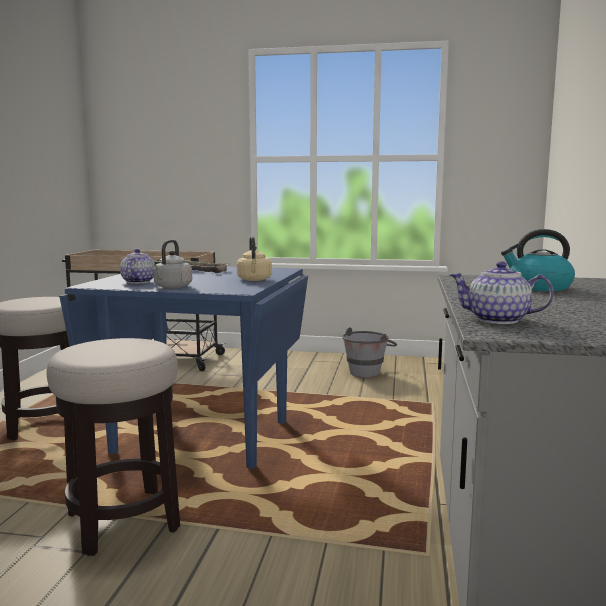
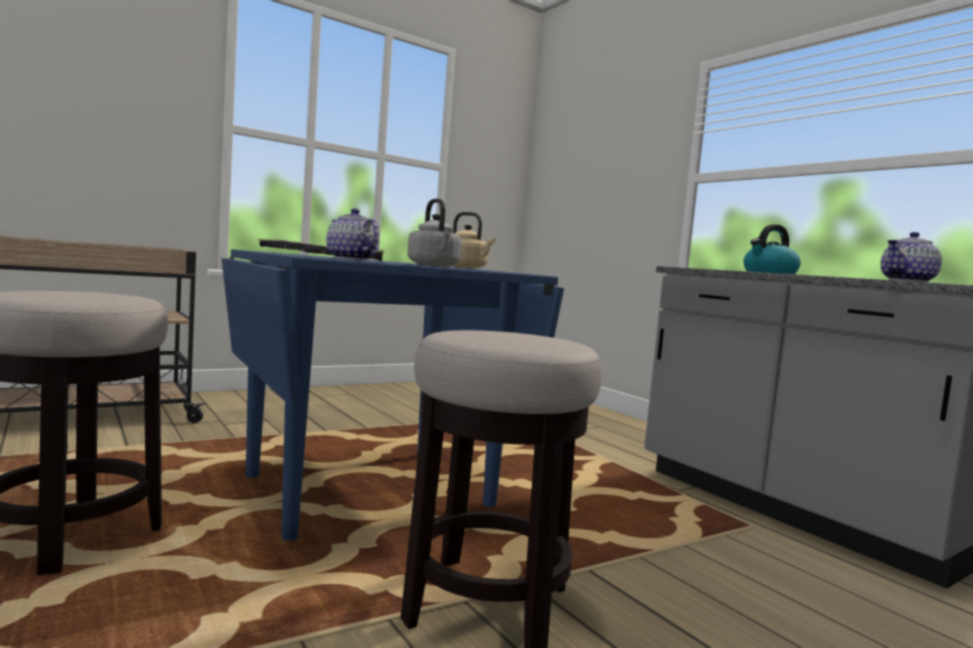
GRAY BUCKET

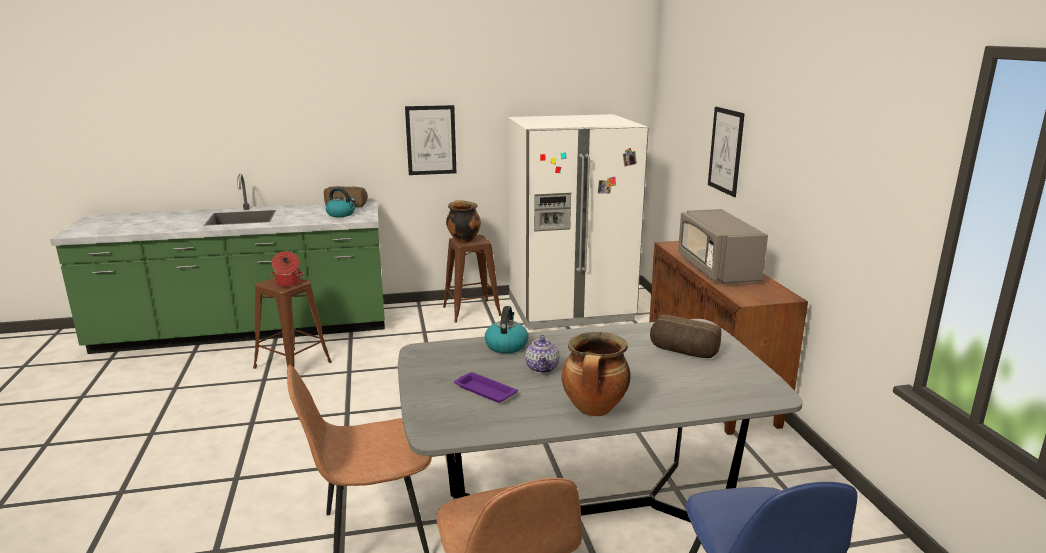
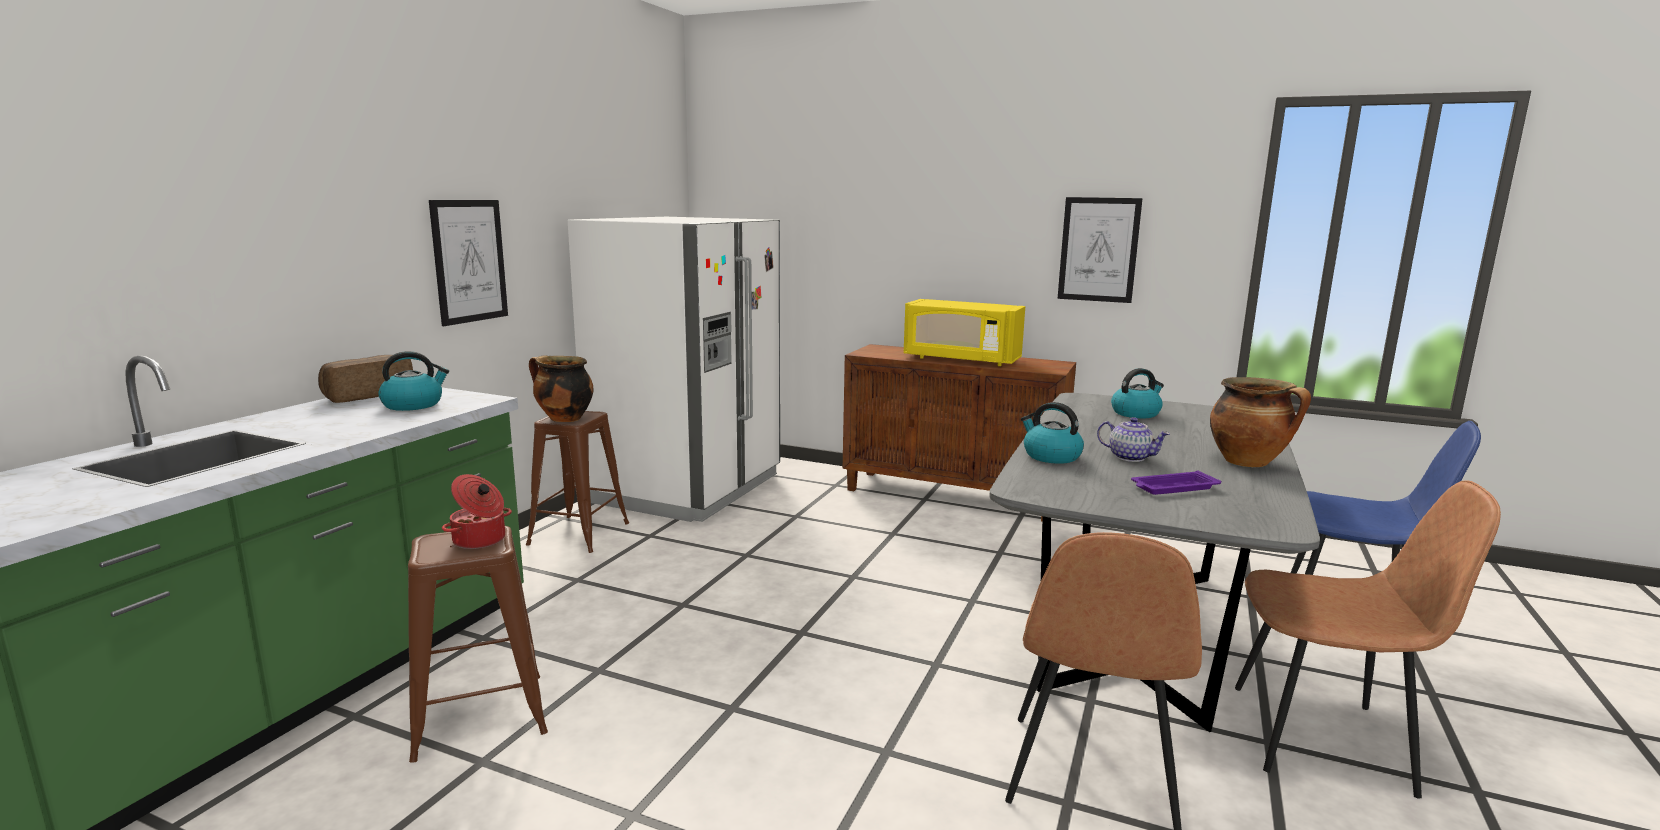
WALL PICTURE (no. 2 from left)
YELLOW KITCHEN MICROWAVE
WATER KETTLE (no. 3 from left)

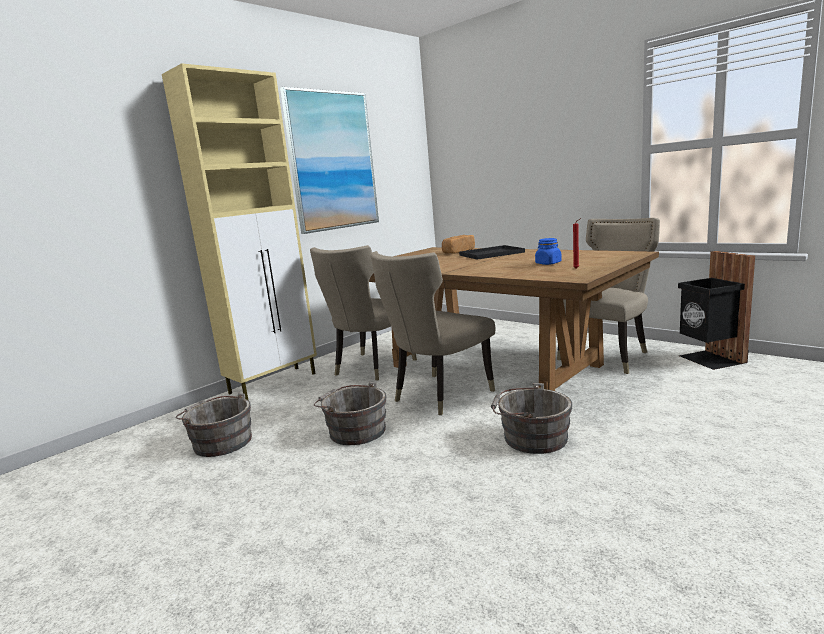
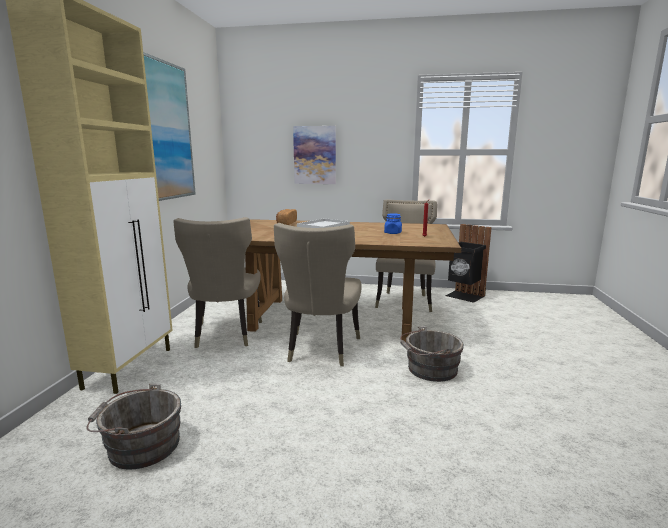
WHITE CARRYING TRAY
GRAY BUCKET (no. 2 from left in the first image)
WALL PICTURE (no. 2 from left)

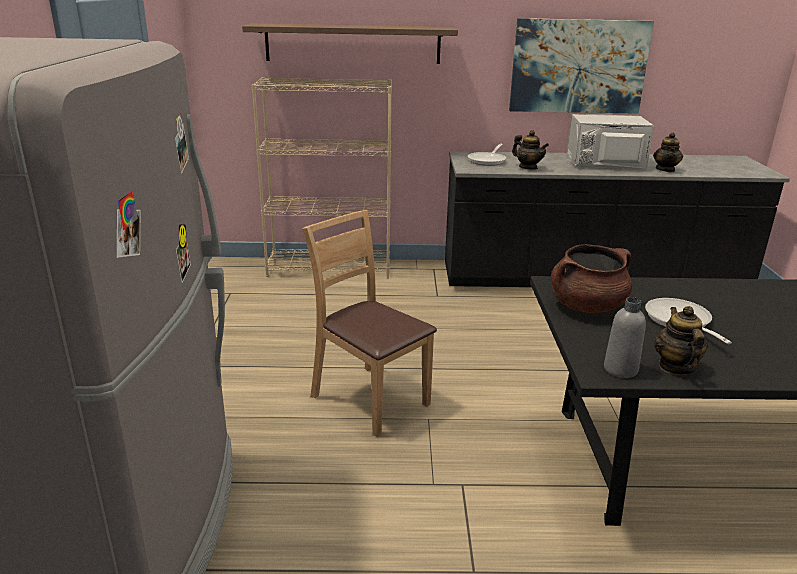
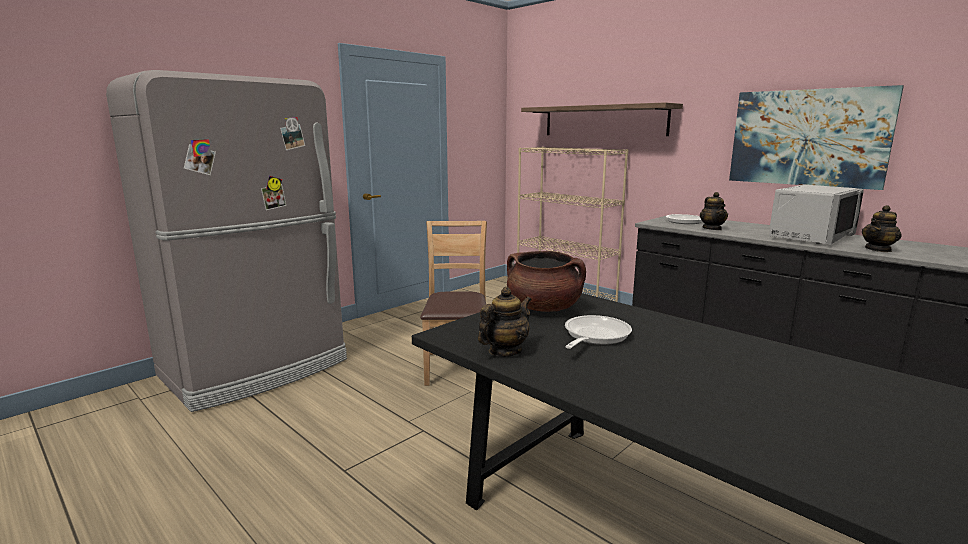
GRAY KITCHEN MICROWAVE
GRAY DRINK BOTTLE

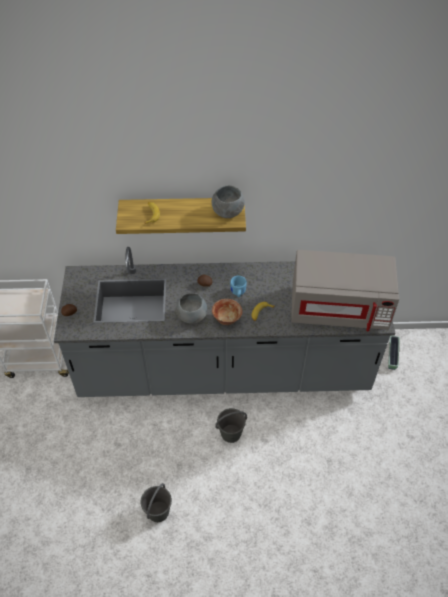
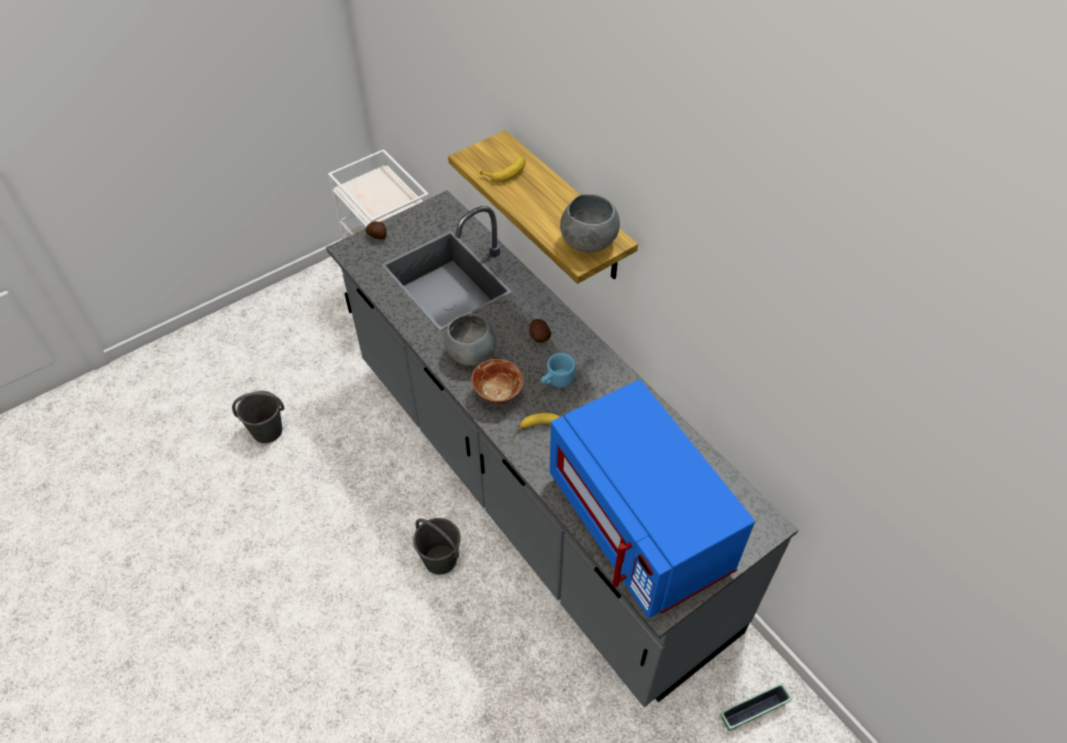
BLUE KITCHEN MICROWAVE
GRAY BUCKET (no. 1 from left)

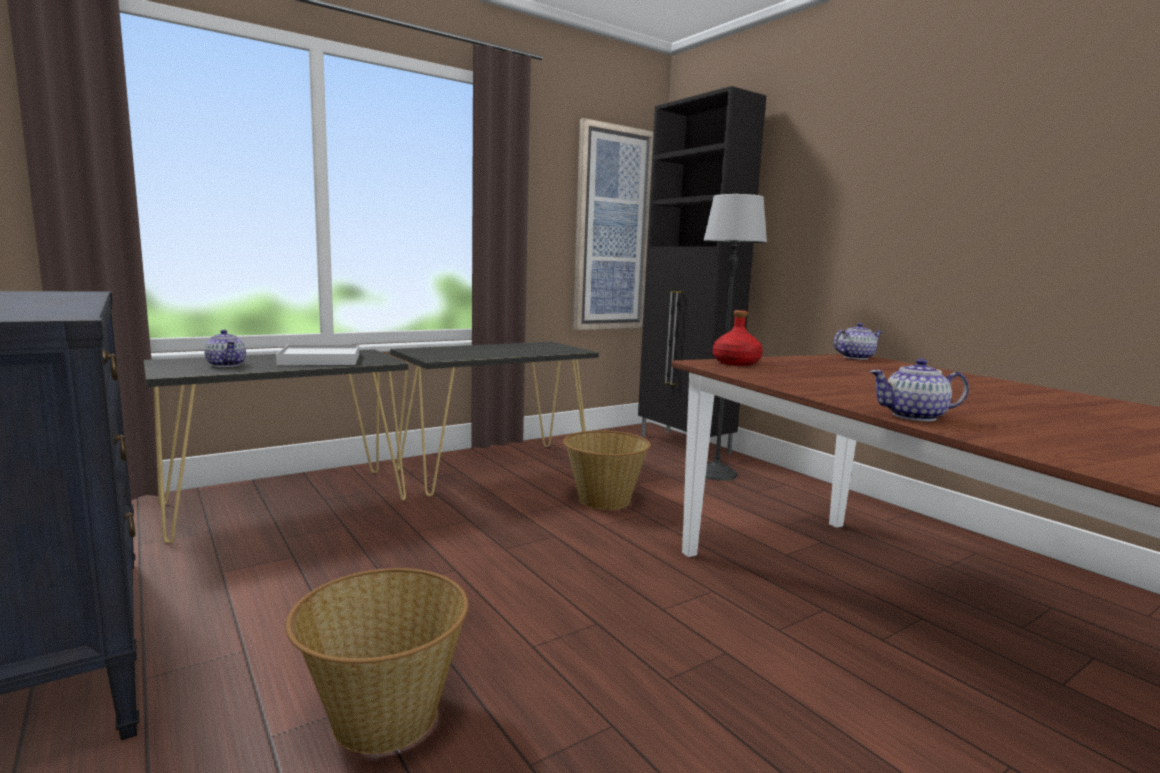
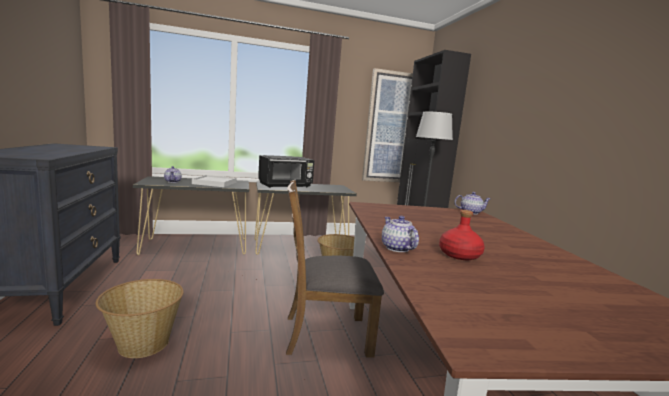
REDDISH DRINK BOTTLE
TEAPOT (no. 2 from left)
BLACK-COLOURED KITCHEN MICROWAVE
BROWNISH UPRIGHT CHAIR

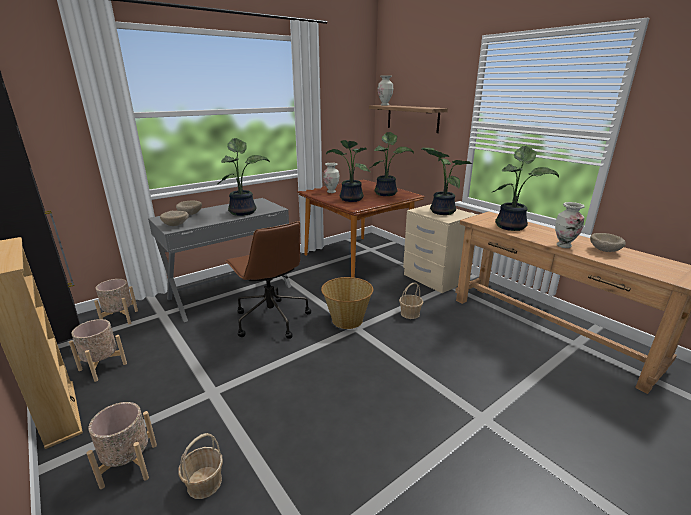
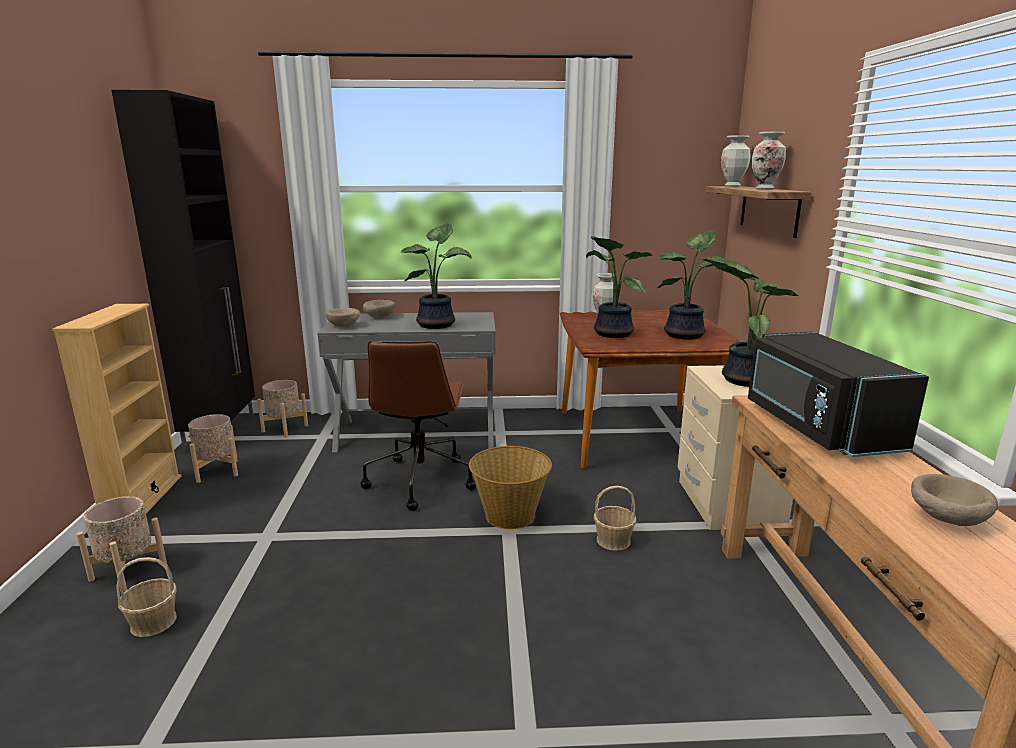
BLACK-COLOURED KITCHEN MICROWAVE
DECORATIVE VASE (no. 3 from left)

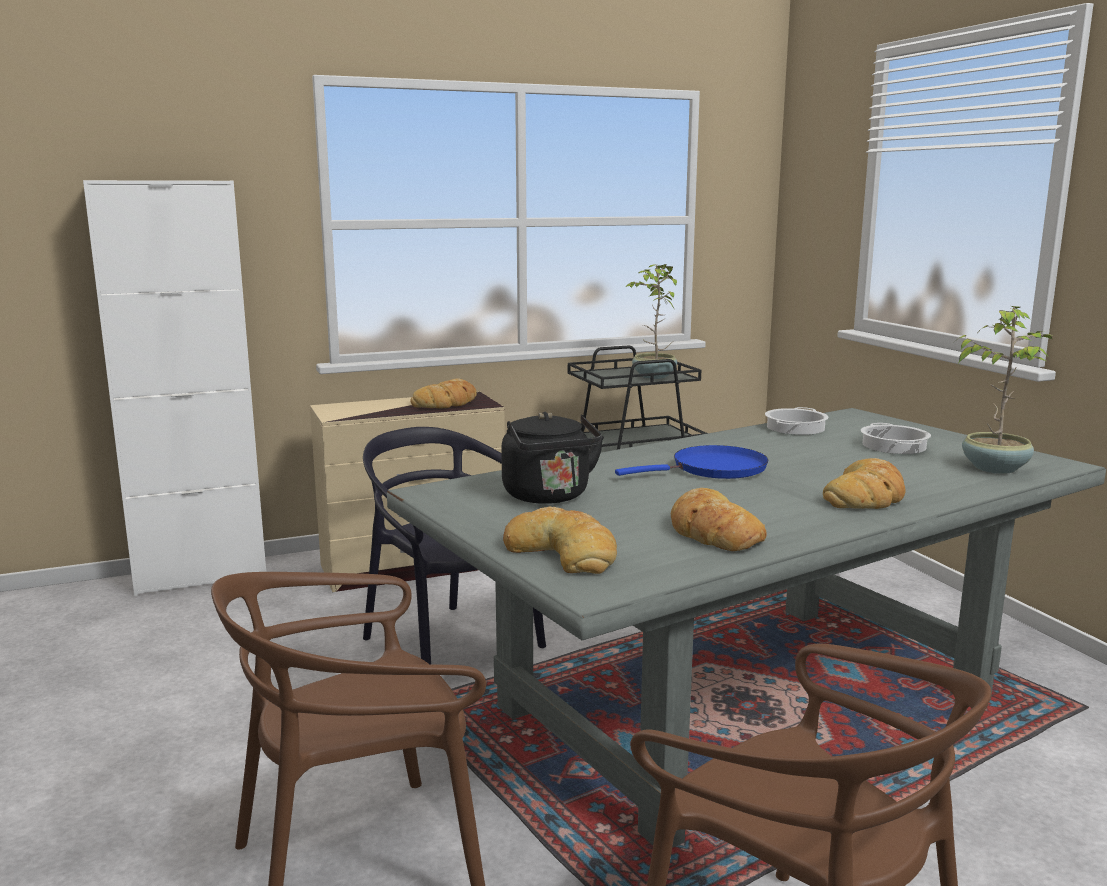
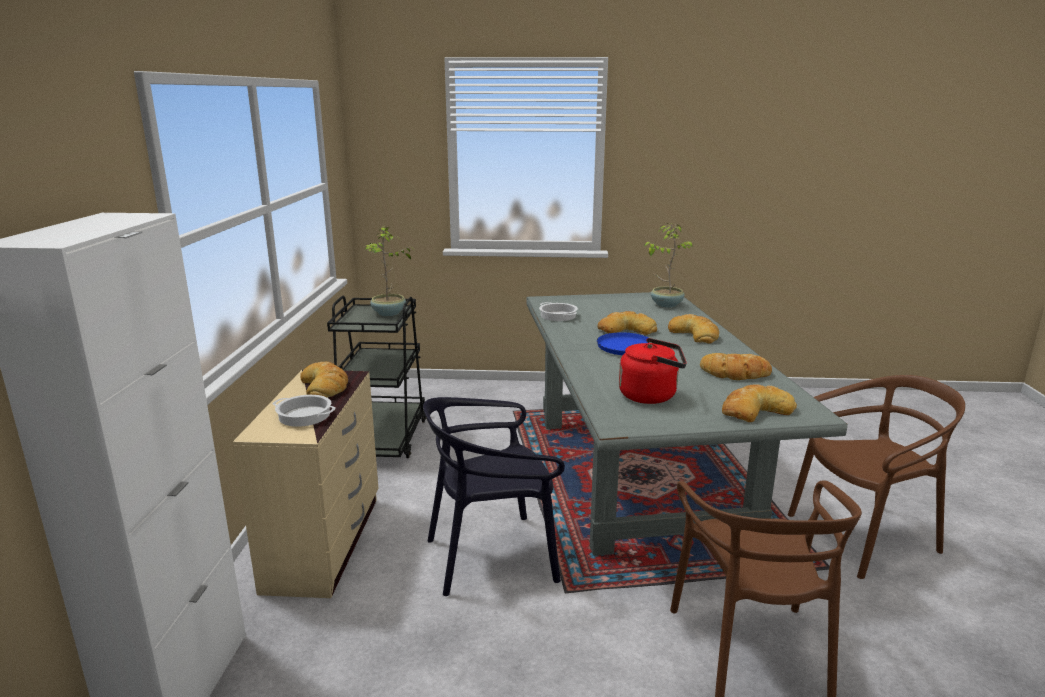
REDDISH WATER KETTLE
STOCKPOT (no. 1 from left)
BREAD (no. 2 from left)

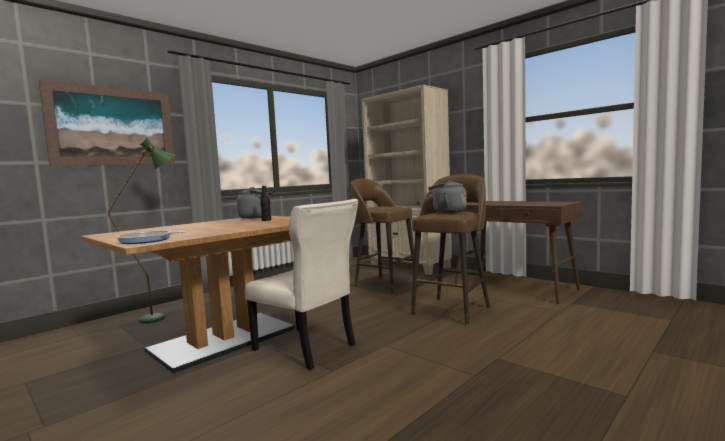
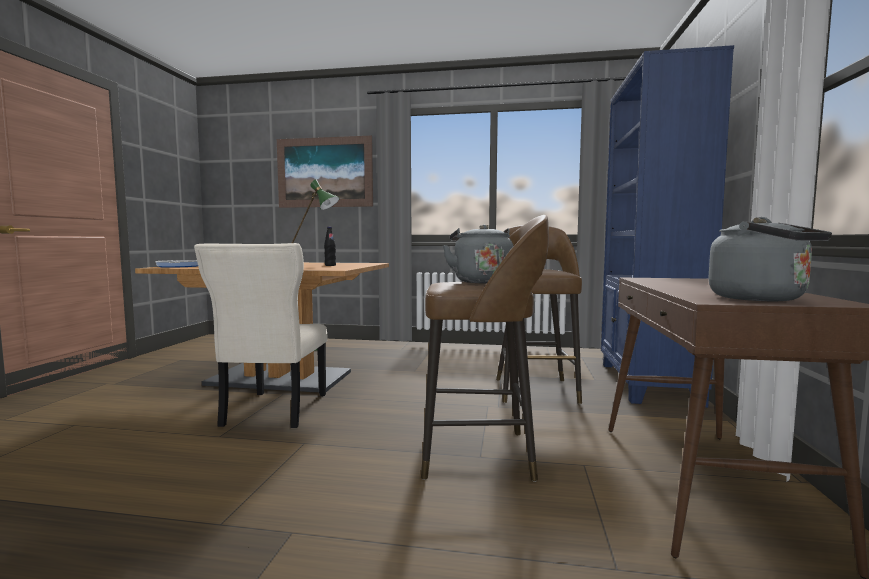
BLUE BOOKSHELF
GRAY WATER KETTLE (no. 2 from left)

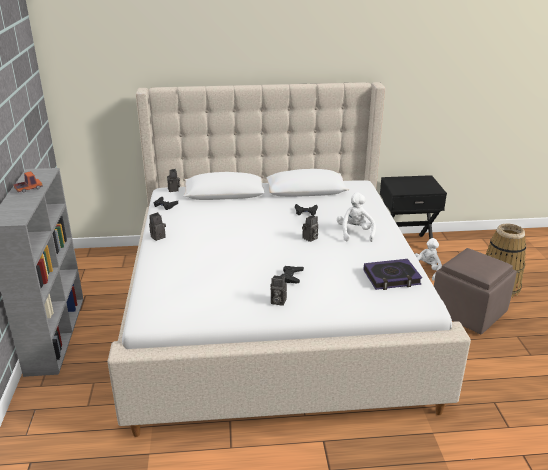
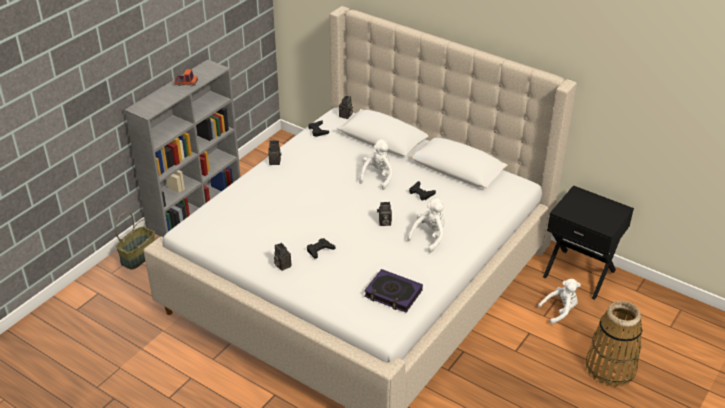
BROWNISH OTTOMAN
WHITE SOFT TOY (no. 1 from left)
STORAGE BASKET (no. 1 from left)

